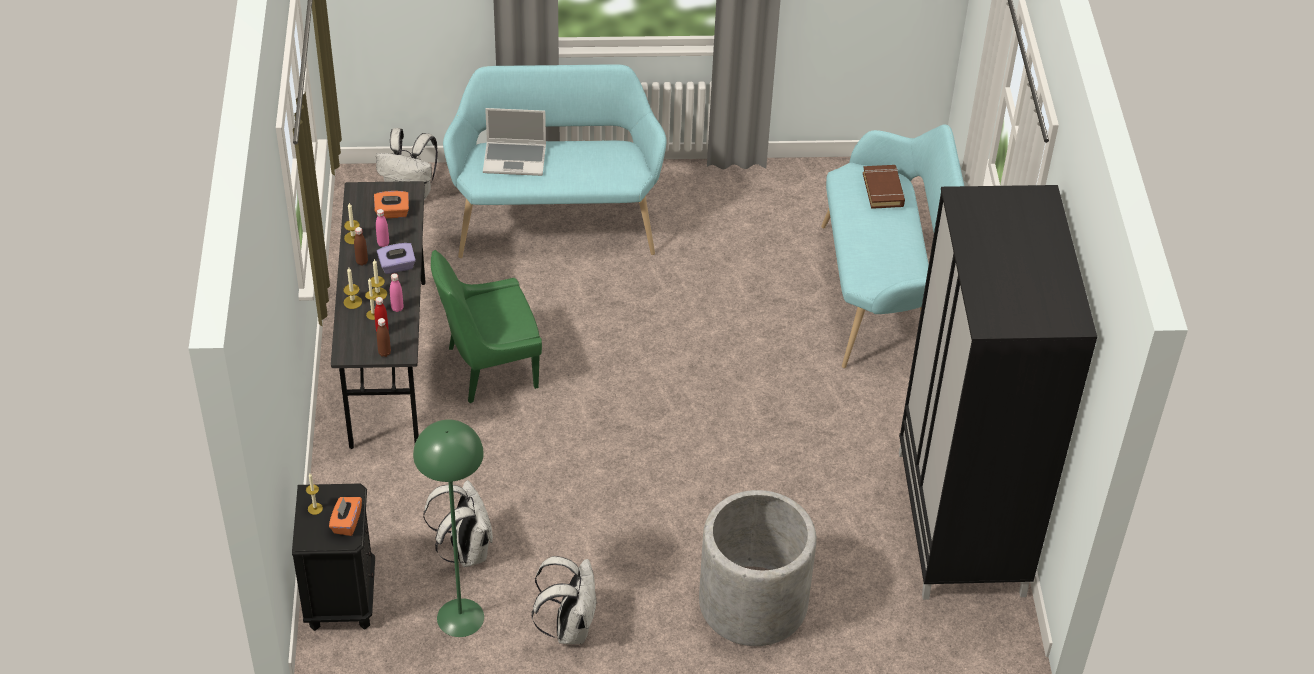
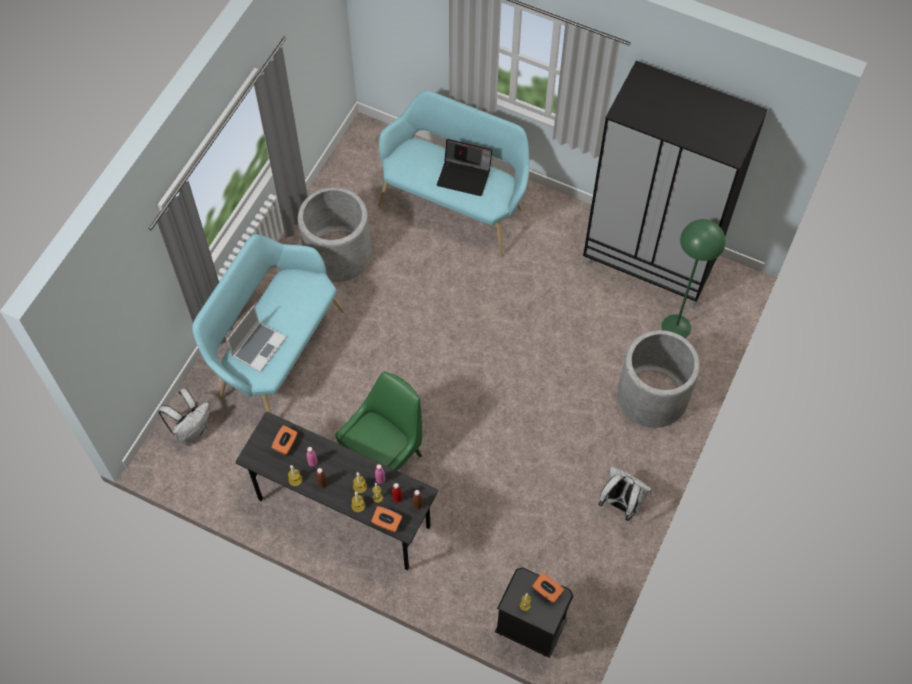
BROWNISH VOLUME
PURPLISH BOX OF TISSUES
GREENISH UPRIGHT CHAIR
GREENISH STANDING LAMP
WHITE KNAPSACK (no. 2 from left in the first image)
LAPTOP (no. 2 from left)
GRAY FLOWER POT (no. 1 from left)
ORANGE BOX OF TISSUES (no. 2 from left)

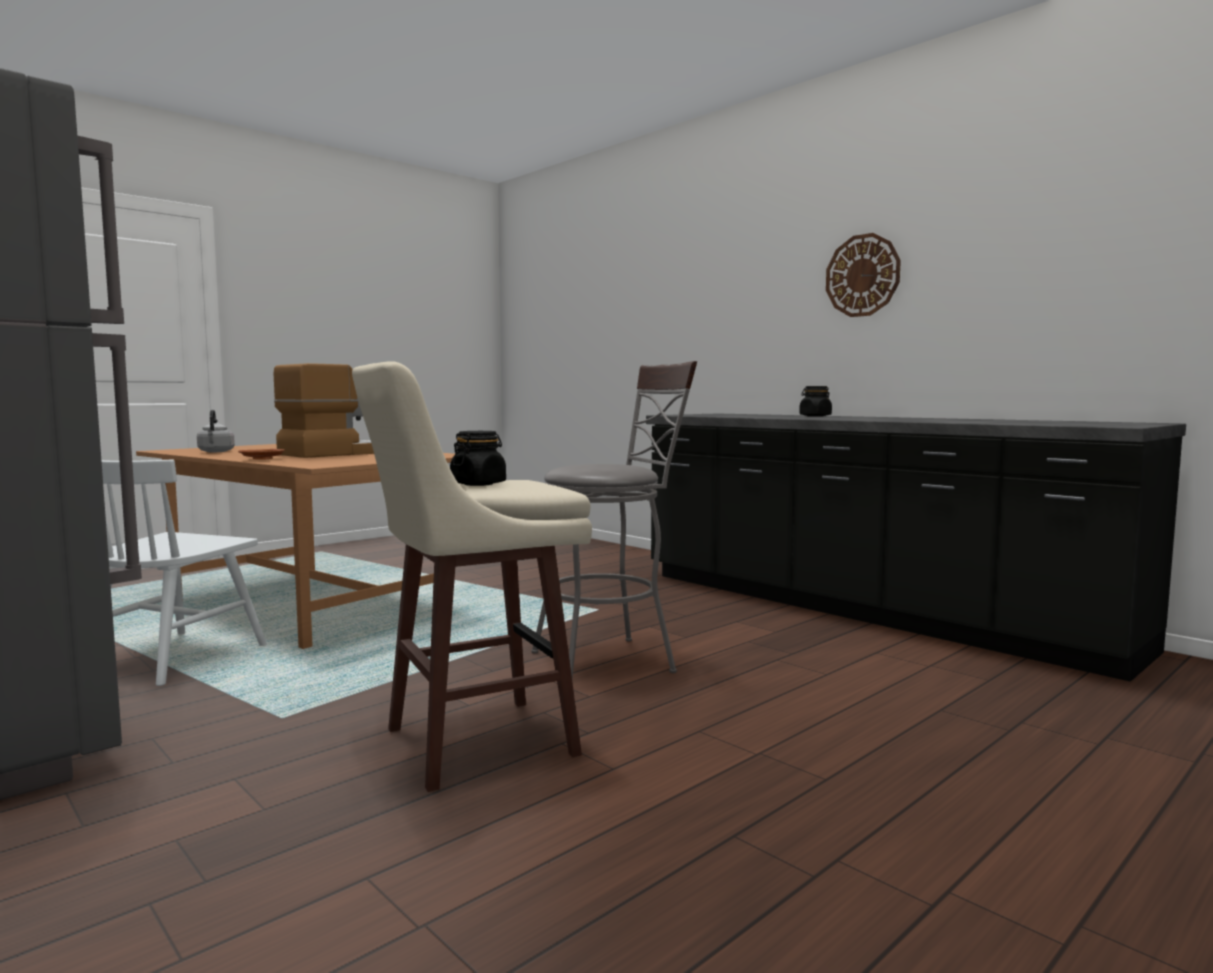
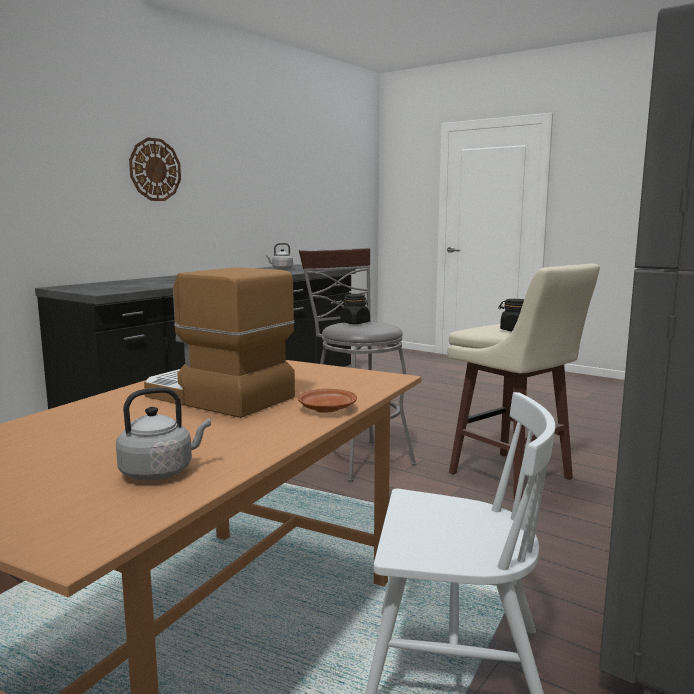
BLACK-COLOURED STORAGE JAR (no. 1 from left)
GRAY WATER KETTLE (no. 2 from left)

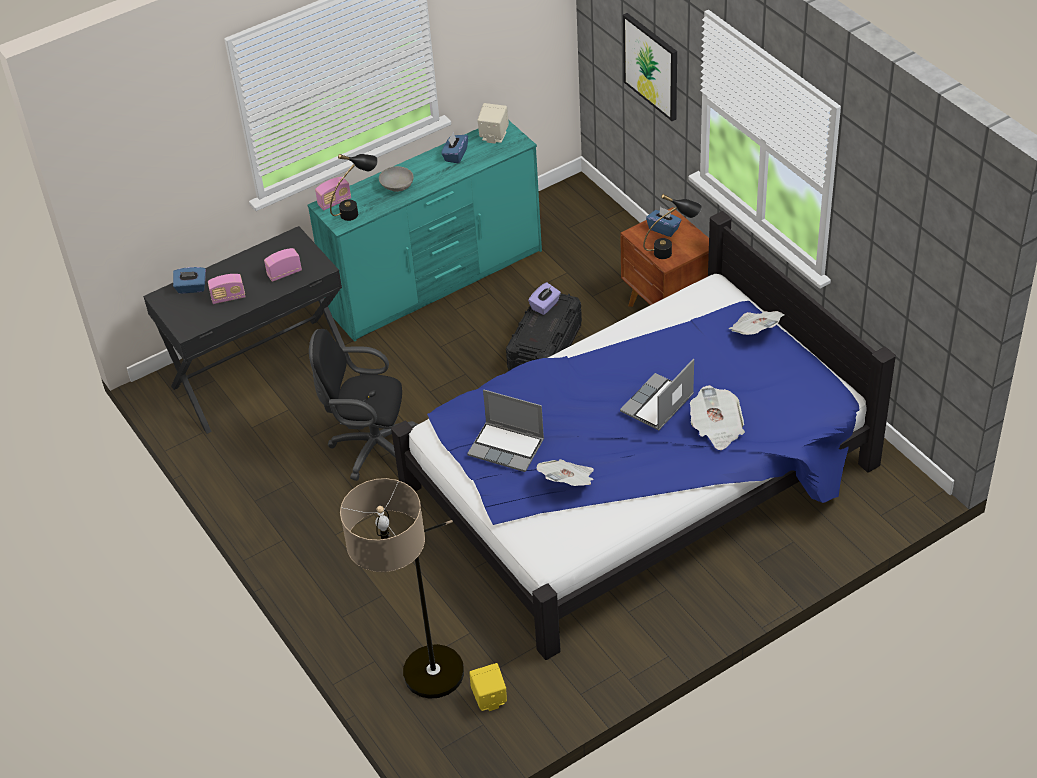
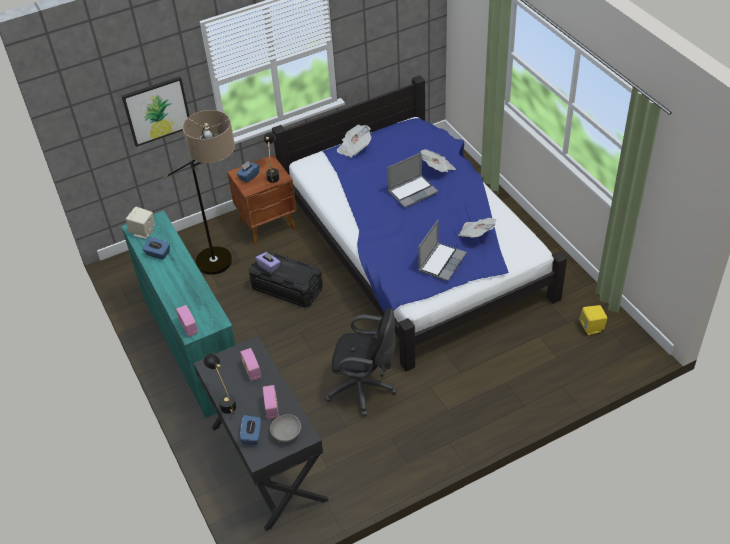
BLACK-COLOURED TABLE LAMP (no. 1 from left)
GRAY DEEP DISH
BLACK-COLOURED OFFICE CHAIR
LAPTOP (no. 1 from left)
STANDING LAMP

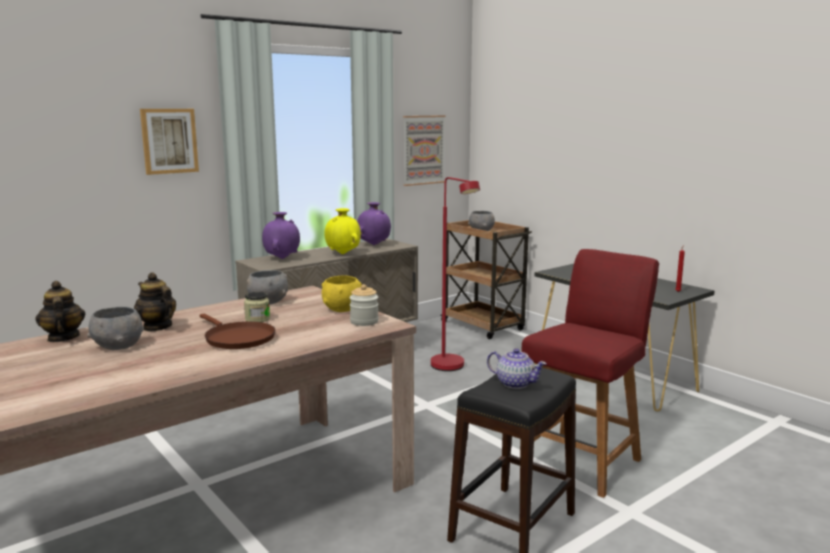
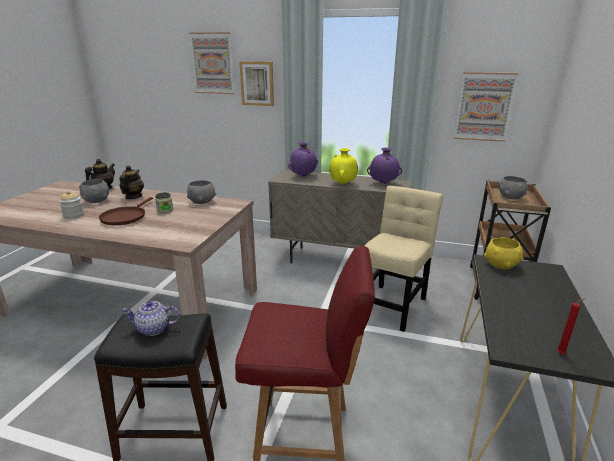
BEIGE UPRIGHT CHAIR
YELLOW DEEP DISH
STORAGE JAR (no. 1 from left)
TEAPOT (no. 3 from left)
WALL PICTURE (no. 1 from left)

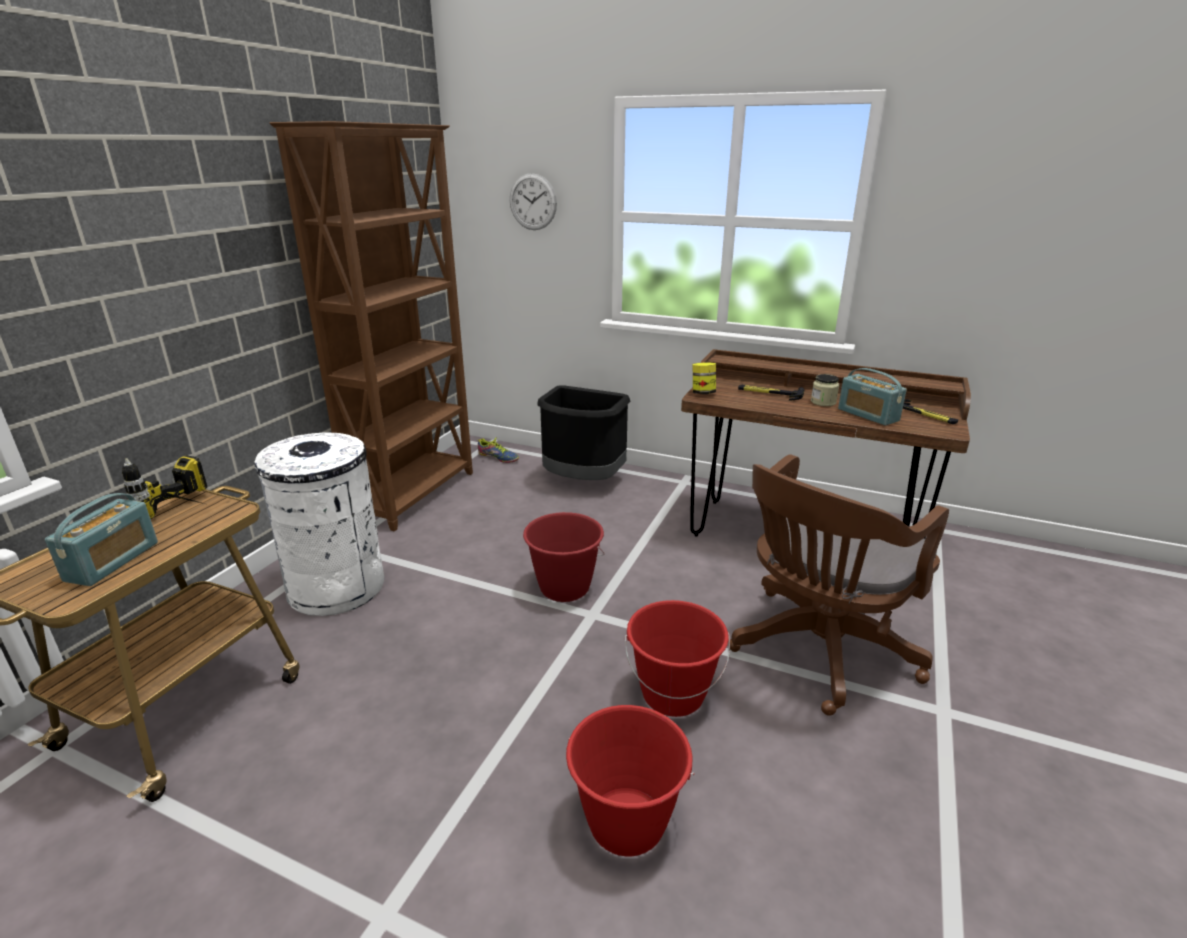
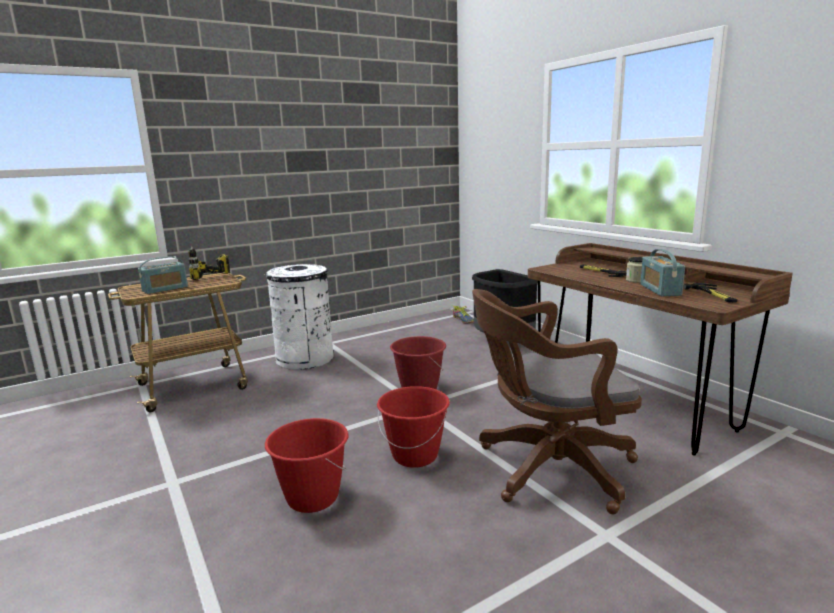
BROWNISH BOOKSHELF
WALL CLOCK
STORAGE JAR (no. 1 from left in the first image)

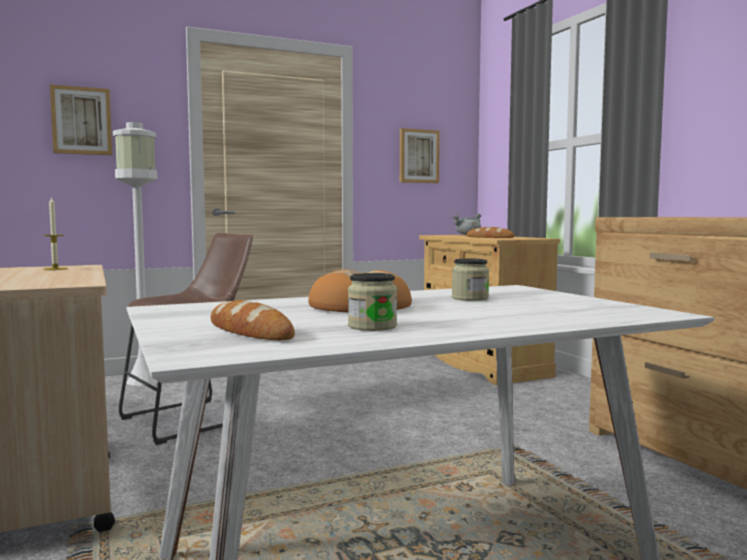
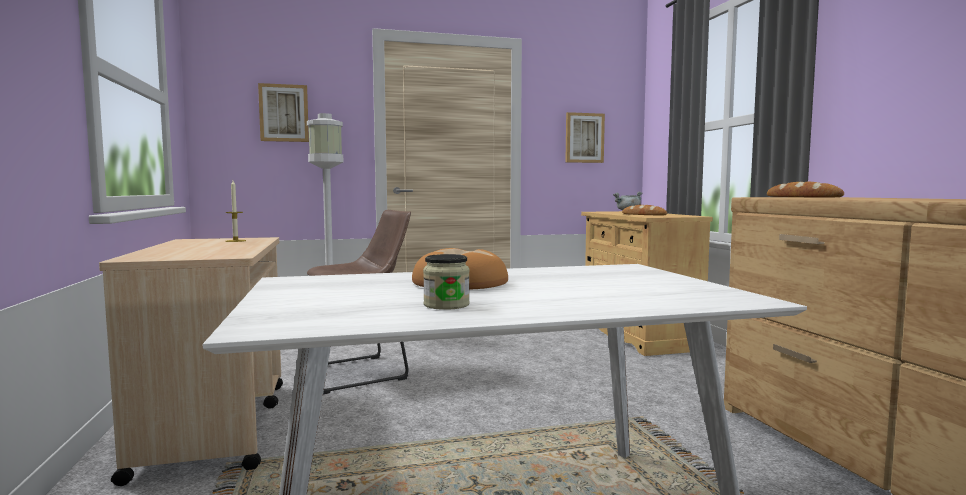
STORAGE JAR (no. 2 from left in the first image)
BREAD (no. 3 from left)

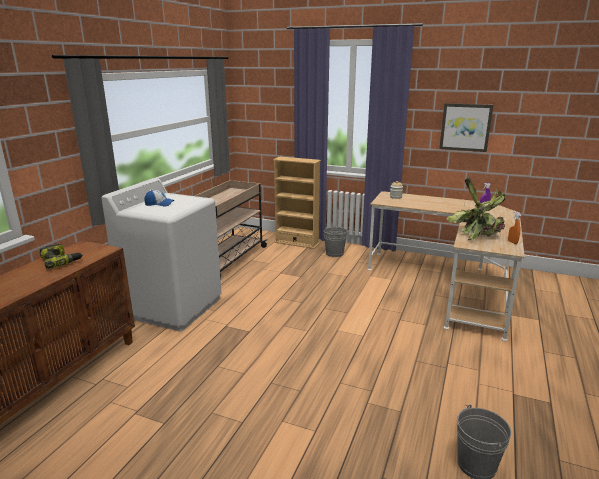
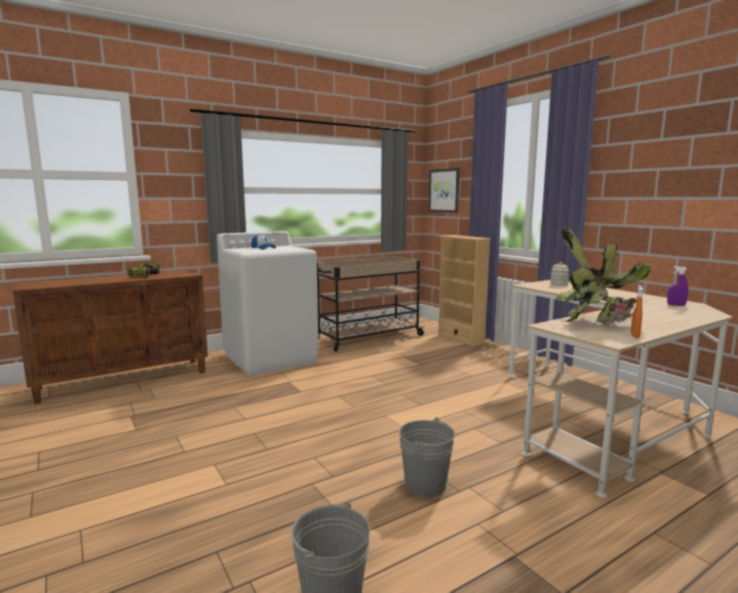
WALL PICTURE
GRAY BUCKET (no. 2 from left)

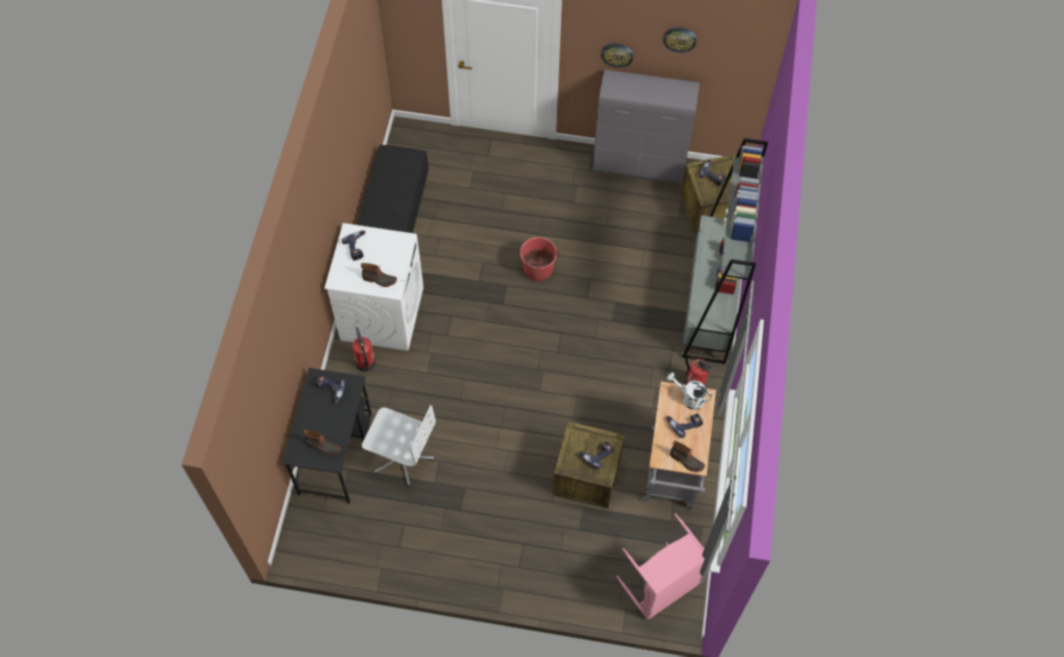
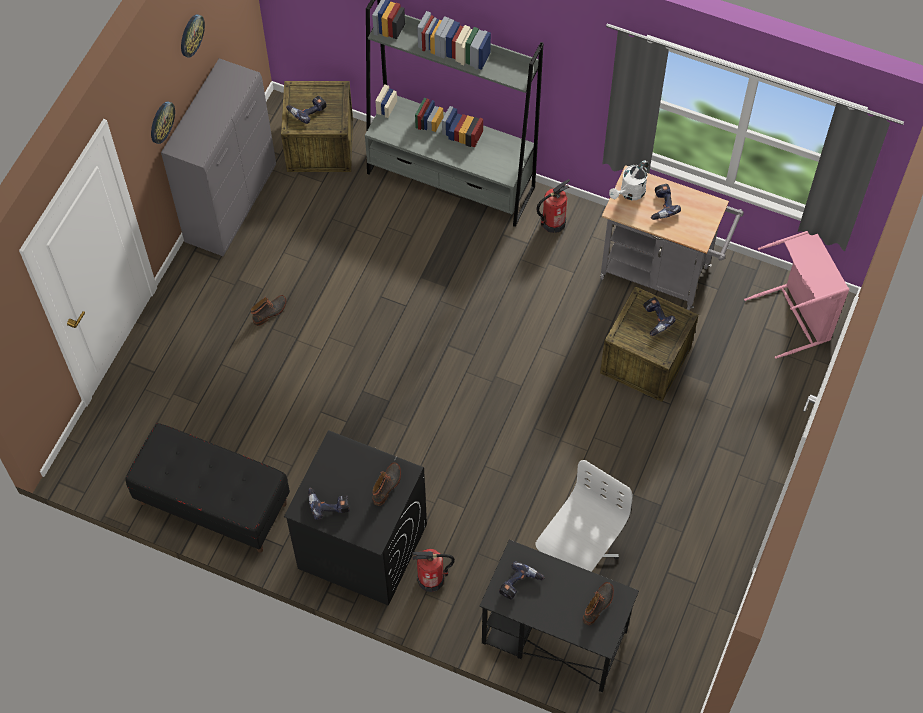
BLACK-COLOURED WASHING MACHINE
REDDISH BUCKET
BOOT (no. 1 from left)

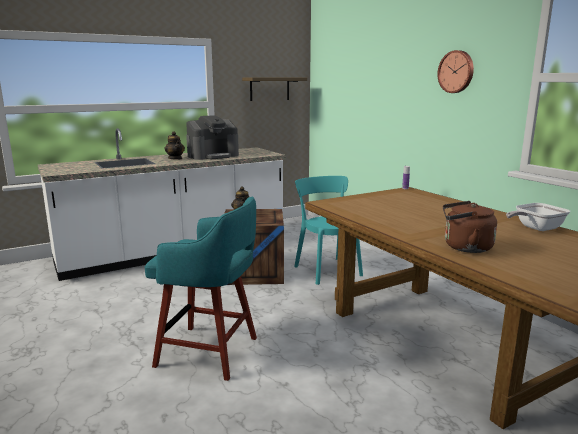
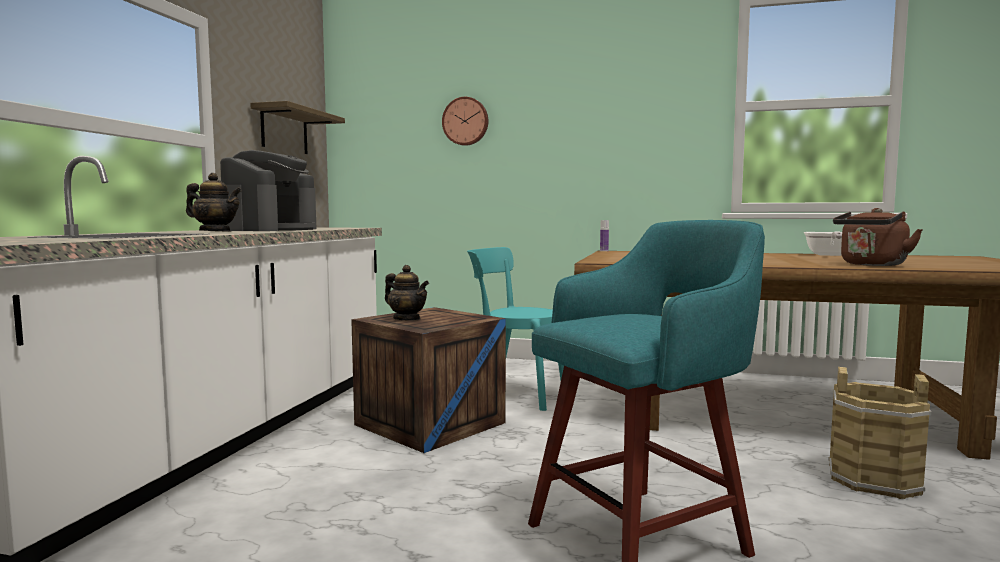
WALL CLOCK
BROWNISH BUCKET

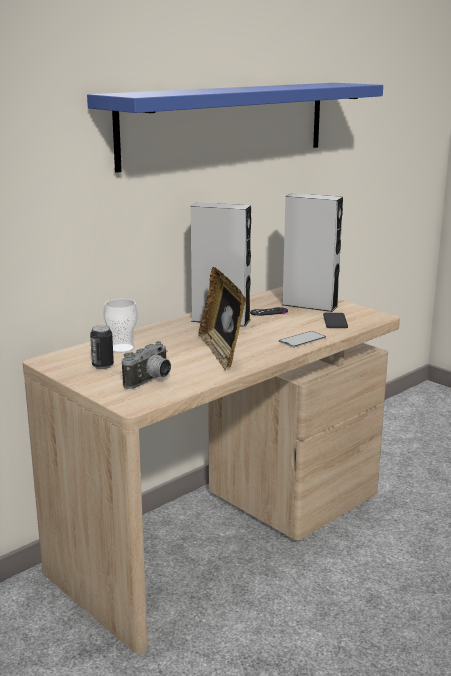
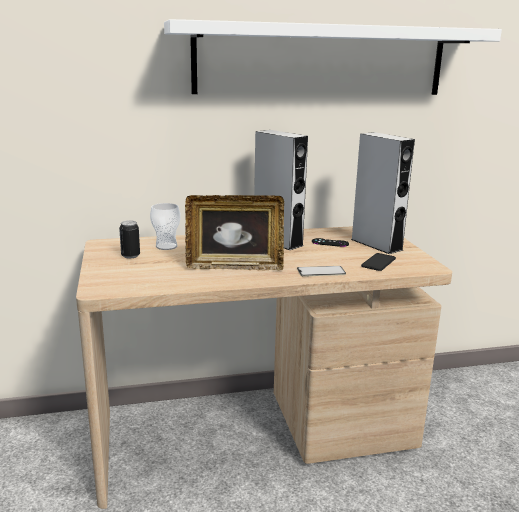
WHITE BRACKET SHELF
PICTURE FRAME
STILL CAMERA

